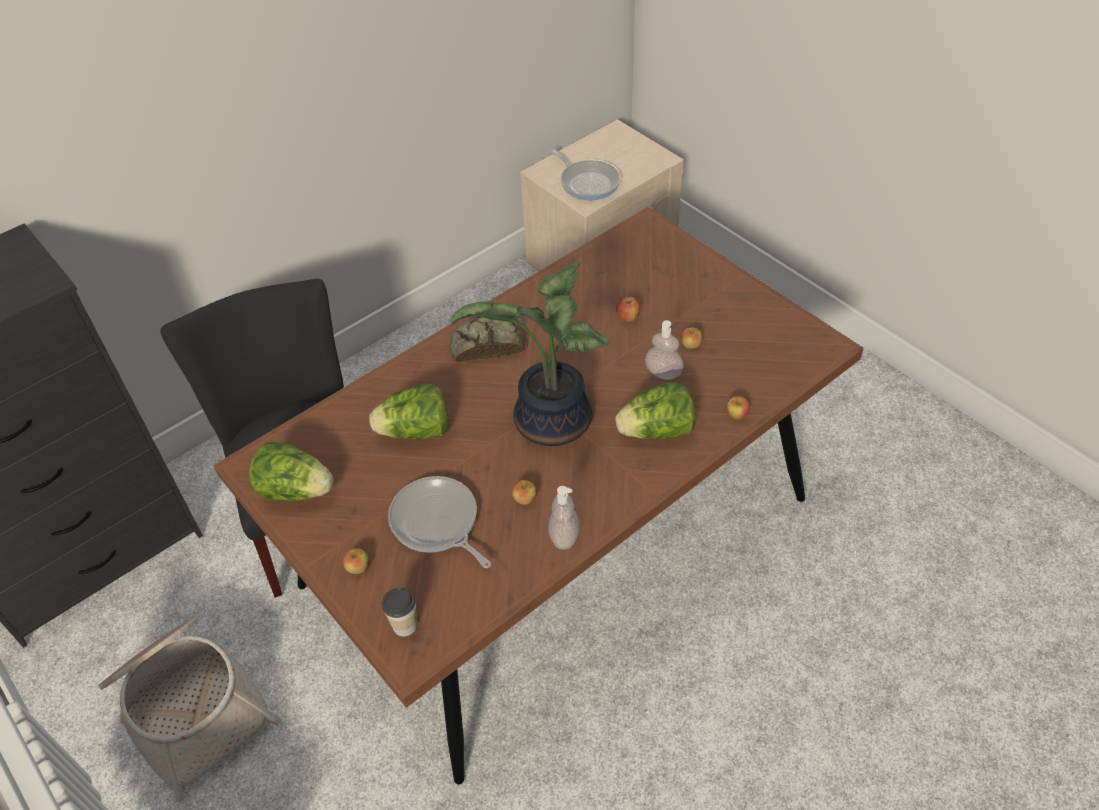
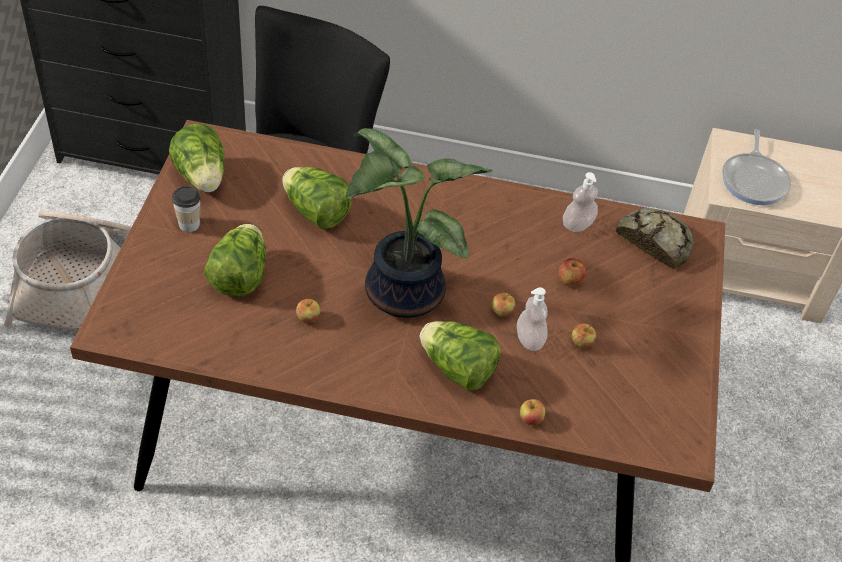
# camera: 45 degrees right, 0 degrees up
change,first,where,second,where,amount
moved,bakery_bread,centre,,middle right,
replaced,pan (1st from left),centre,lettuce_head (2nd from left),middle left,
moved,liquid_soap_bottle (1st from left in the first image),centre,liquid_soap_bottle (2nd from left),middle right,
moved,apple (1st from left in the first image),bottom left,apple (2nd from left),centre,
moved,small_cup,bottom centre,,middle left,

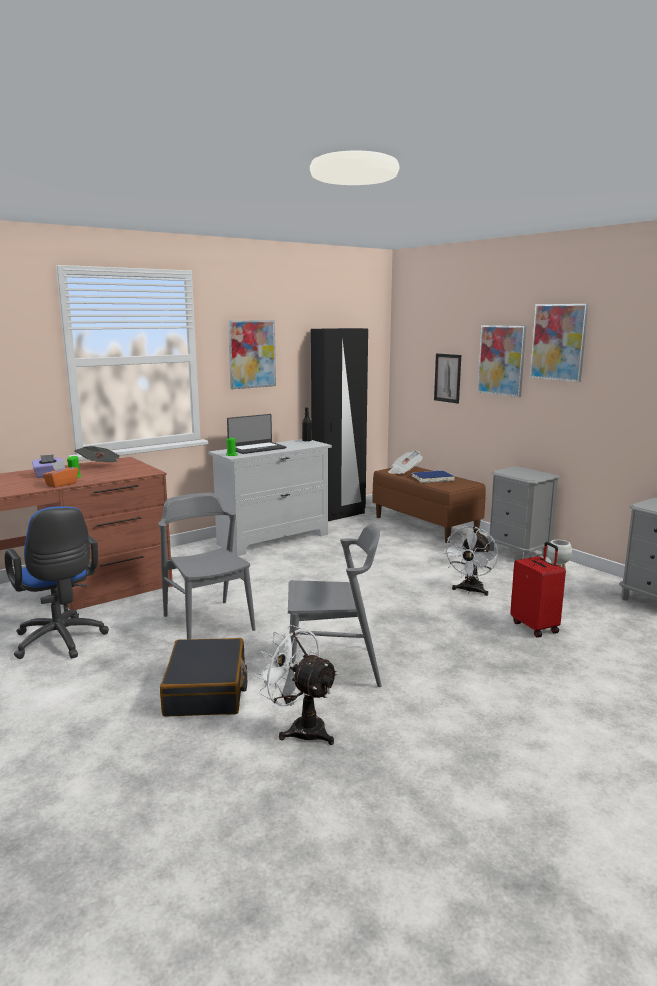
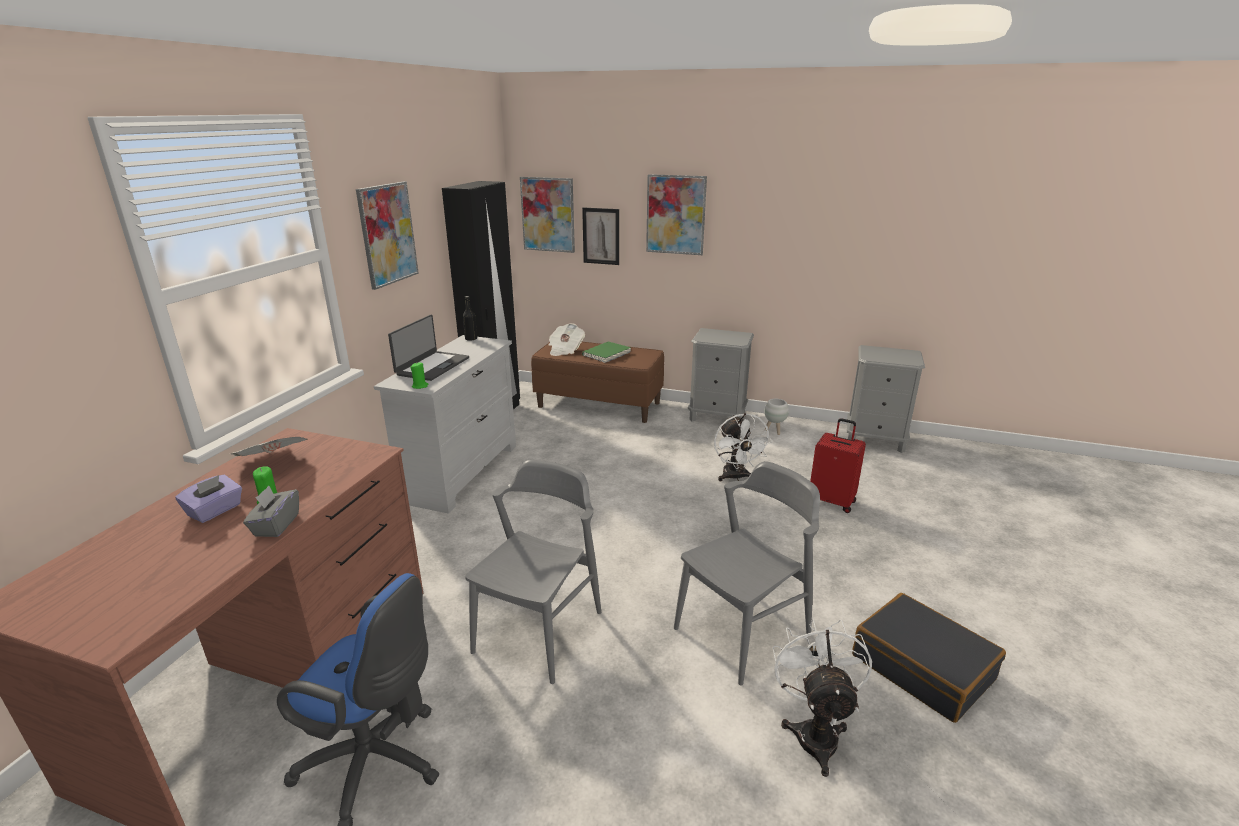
# camera: 35 degrees left, 10 degrees up
change,first,where,second,where,amount
moved,picture (4th from left in the first image),middle right,picture (2nd from left),top centre,
recoloured,orange_box_of_tissues,middle left,gray_box_of_tissues,middle left,
recoloured,bluish_volume,centre,greenish_volume,centre,
turned,gray_plain_chair (1st from left),middle left,,bottom centre,90 degrees clockwise
turned,whitish_electric_fan (1st from left in the first image),bottom centre,whitish_electric_fan (2nd from left),bottom centre,90 degrees clockwise
moved,blackish_suitcase,bottom left,,bottom right,

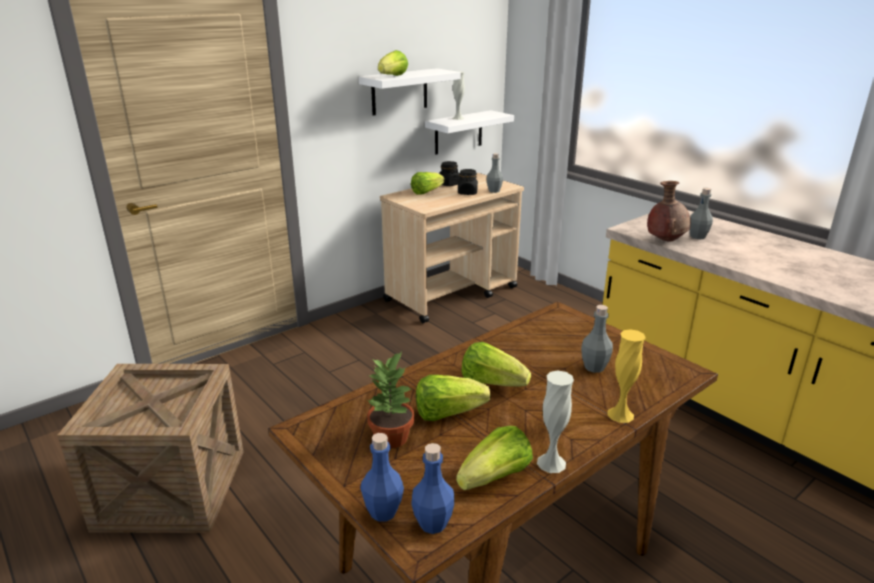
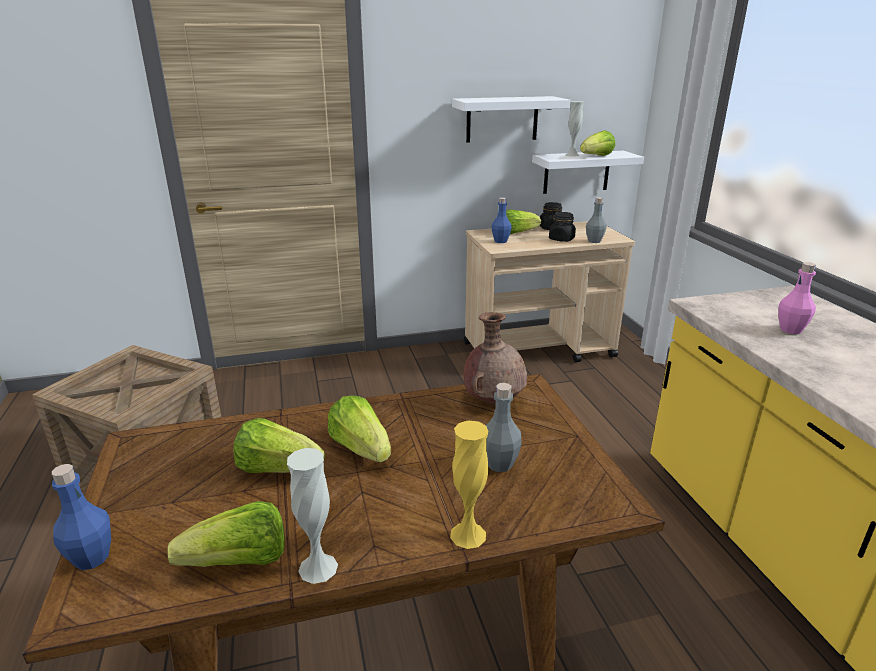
# camera: 25 degrees right, 0 degrees up
change,first,where,second,where,amount
moved,lettuce_head (1st from left in the first image),top centre,lettuce_head (5th from left),top right,
moved,brown-coloured_flower_vase,middle right,,centre,
recoloured,gray_beverage_bottle (3rd from left),middle right,pink_beverage_bottle,middle right,
removed,plant_in_a_pot,bottom centre,,,
moved,bluish_beverage_bottle (2nd from left),bottom centre,,top centre,

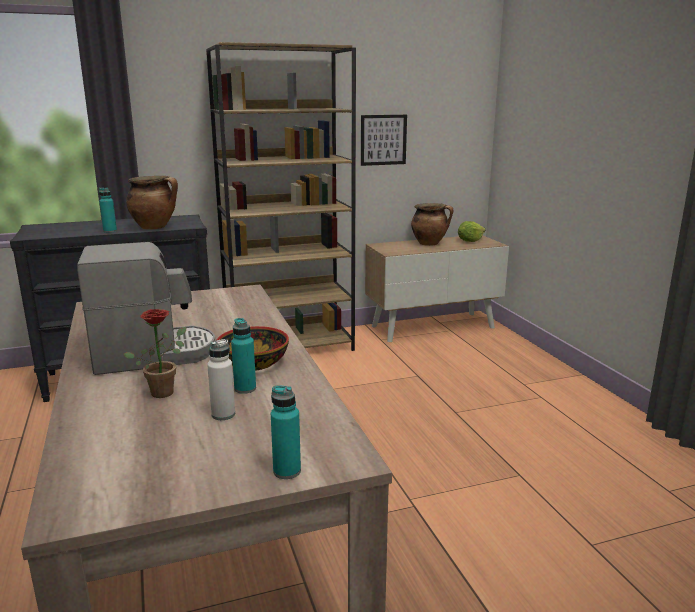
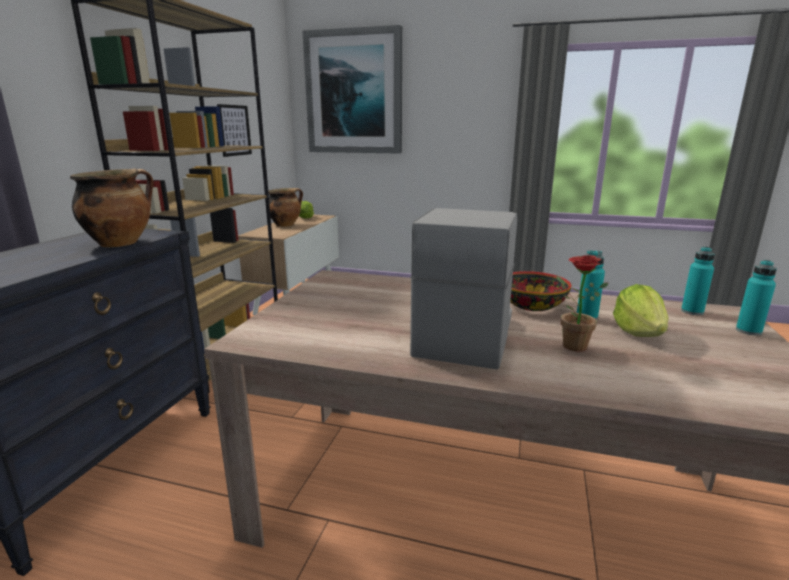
# camera: 55 degrees left, 0 degrees up
change,first,where,second,where,amount
moved,turquoise_beverage_bottle (1st from left in the first image),middle left,turquoise_beverage_bottle (2nd from left),middle right,
replaced,whitish_beverage_bottle,middle left,lettuce_head (2nd from left),middle right,
added,,,picture (2nd from left),top centre,

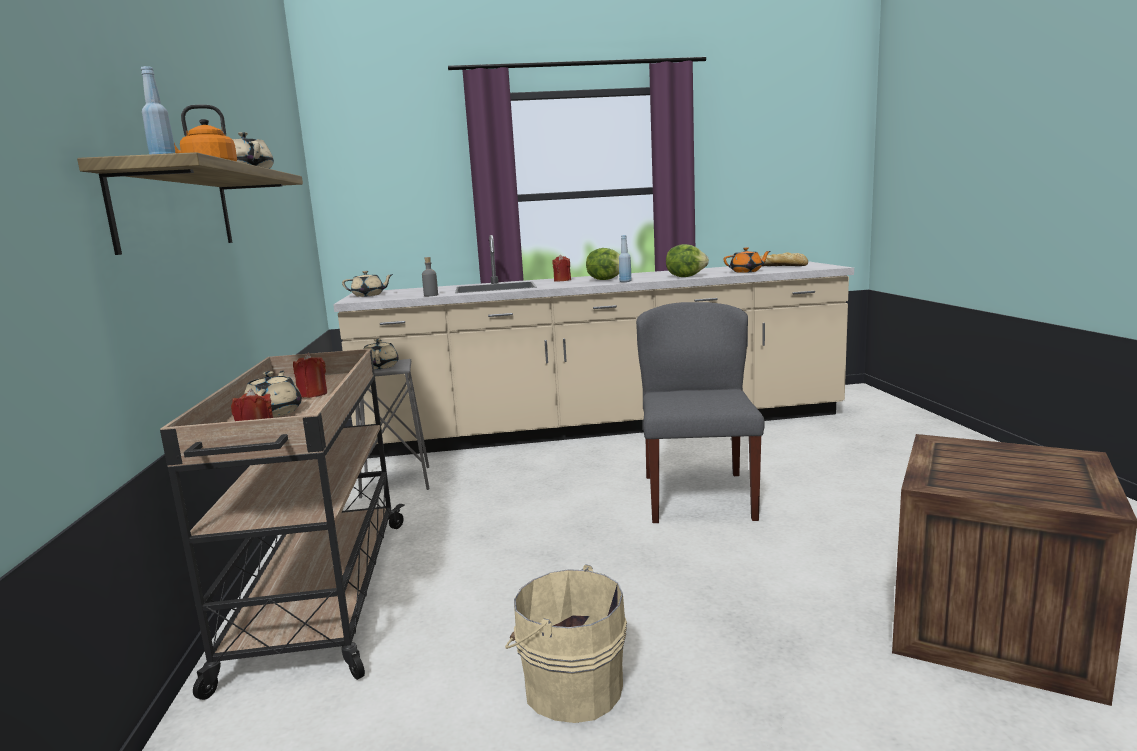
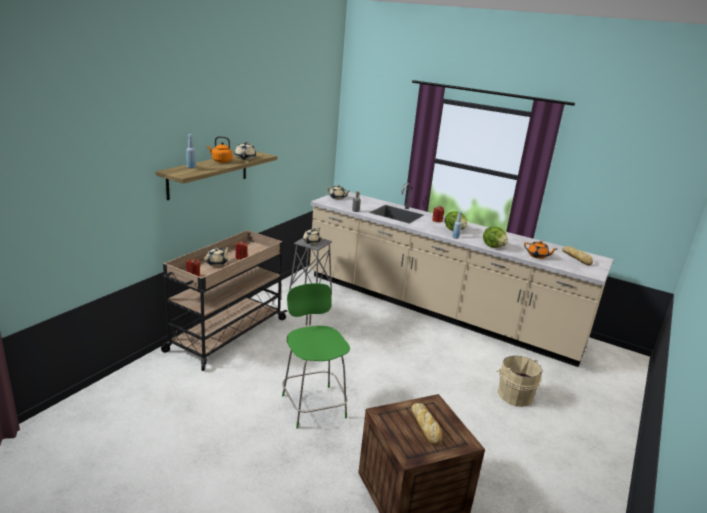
# camera: 35 degrees right, 10 degrees up
change,first,where,second,where,amount
removed,gray_plain_chair,centre,,,
moved,beige-coloured_water_bucket,bottom centre,,bottom right,
added,,,greenish_plain_chair,bottom centre,
added,,,bakery_bread (1st from left),bottom centre,

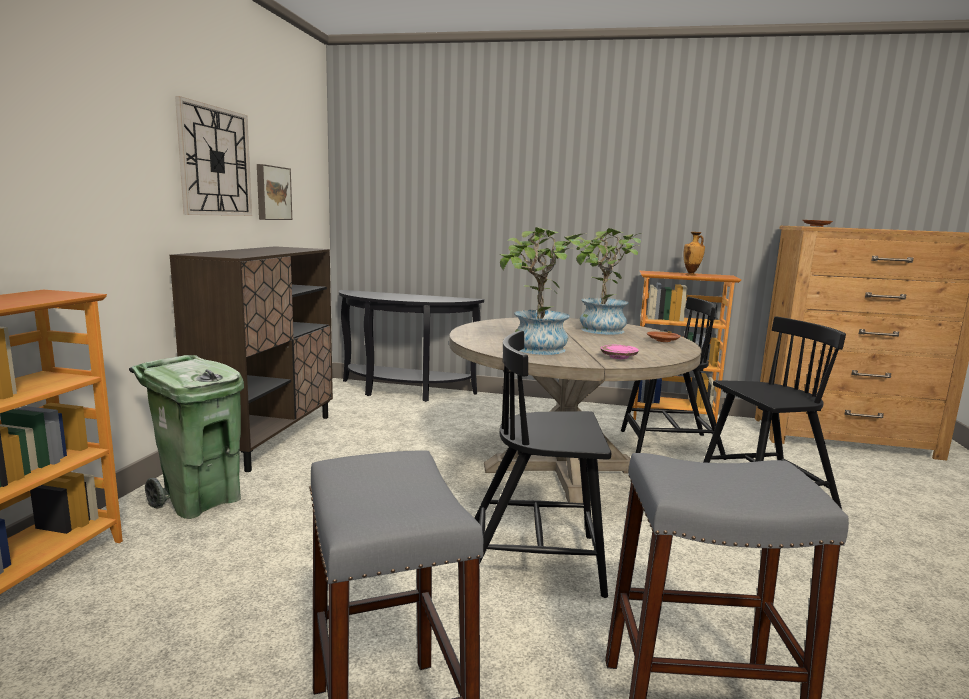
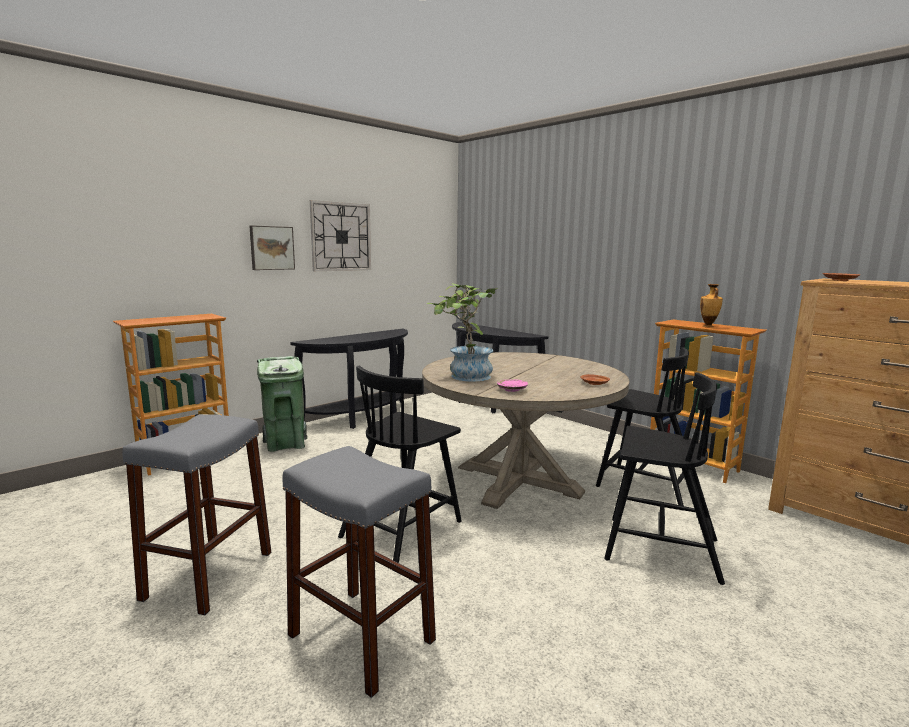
# camera: 35 degrees right, 0 degrees up
change,first,where,second,where,amount
moved,picture,top left,,middle left,
removed,plant_in_a_pot (2nd from left),centre,,,
replaced,brown-coloured_cabinet,middle left,blackish_hall_table (1st from left),centre,
turned,blackish_plain_chair (1st from left),centre,,centre,90 degrees counterclockwise

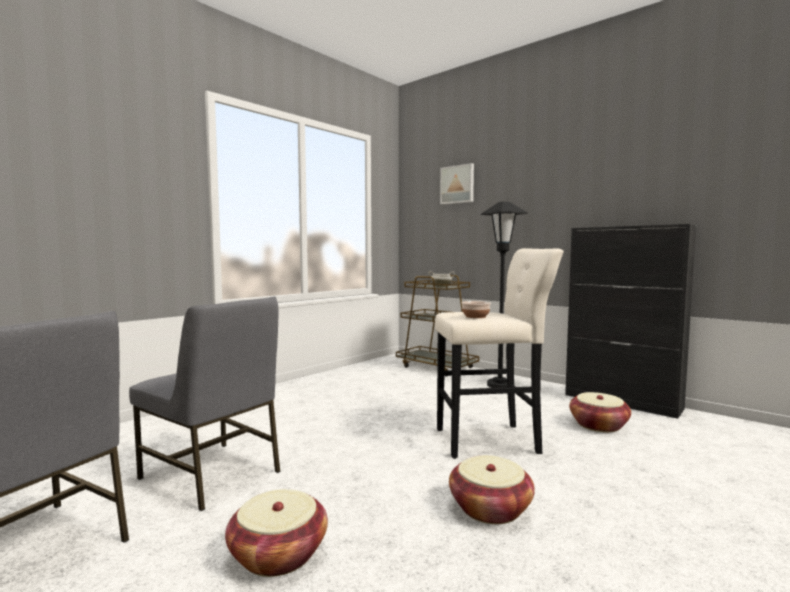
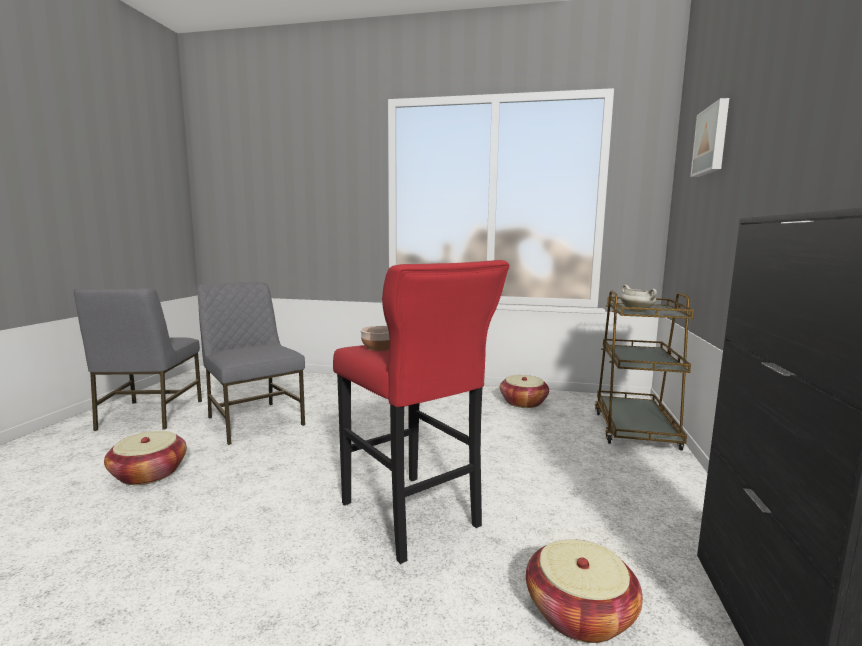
# camera: 60 degrees right, 5 degrees up
change,first,where,second,where,amount
removed,blackish_floor_lamp,centre,,,
recoloured,beige-coloured_stool,centre,red_stool,centre,
turned,gray_plain_chair (2nd from left),bottom left,,middle left,135 degrees clockwise
moved,storage_basket (2nd from left),bottom centre,,centre,

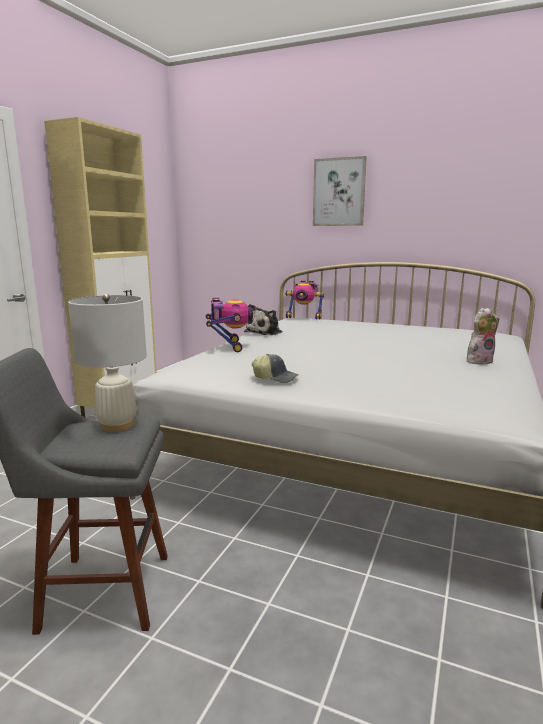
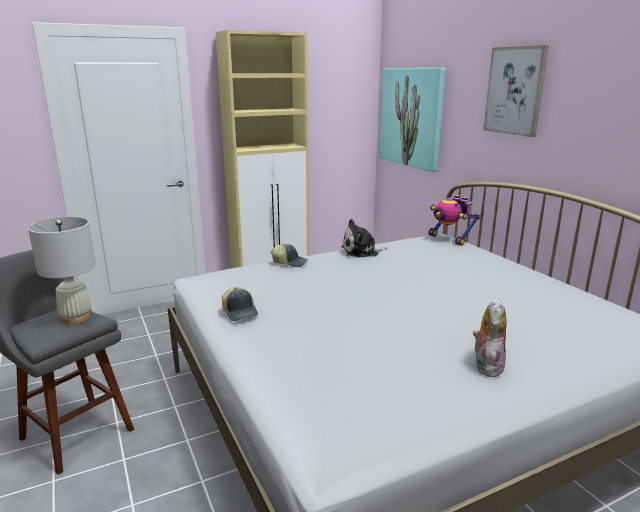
# camera: 40 degrees right, 5 degrees up
change,first,where,second,where,amount
replaced,model_robot (1st from left),centre,peaked_cap (2nd from left),centre,
turned,cuddly_toy (2nd from left),middle right,,middle right,90 degrees counterclockwise
added,,,picture (1st from left),top centre,

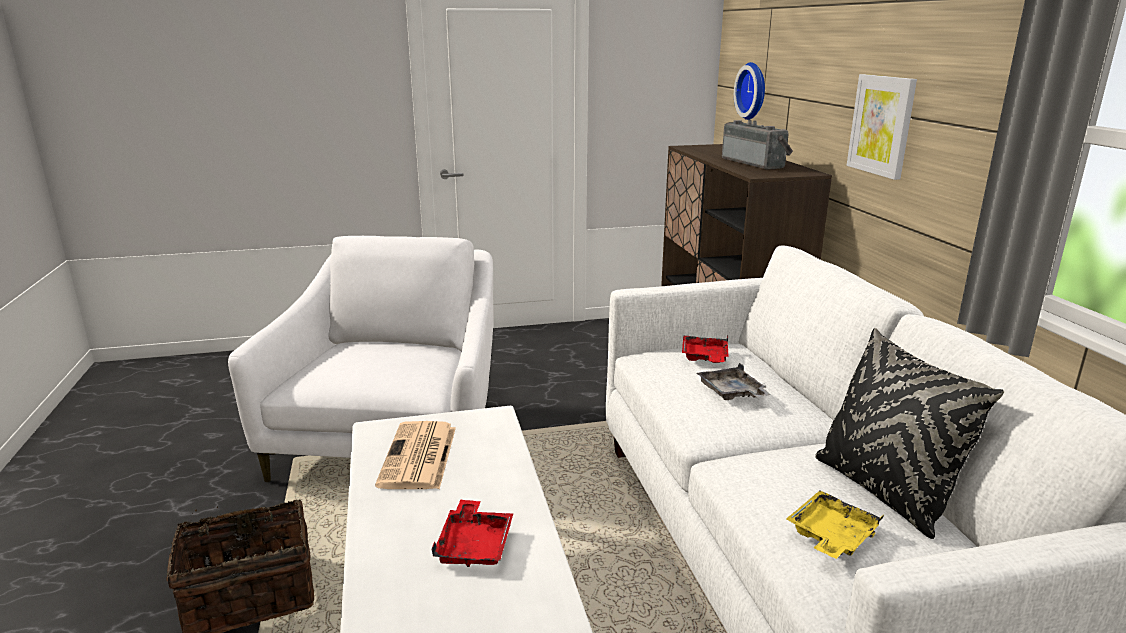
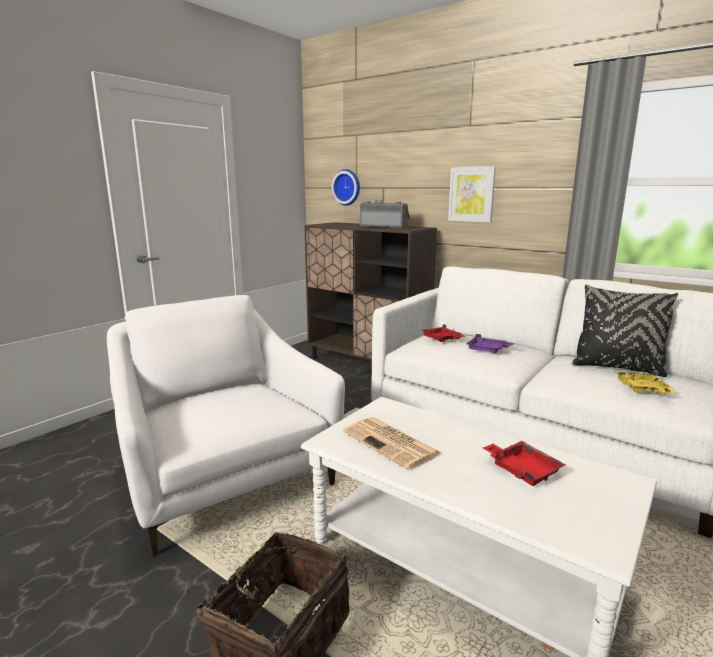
# camera: 40 degrees left, 5 degrees down
change,first,where,second,where,amount
recoloured,gray_tray,centre,purplish_tray,middle right,

